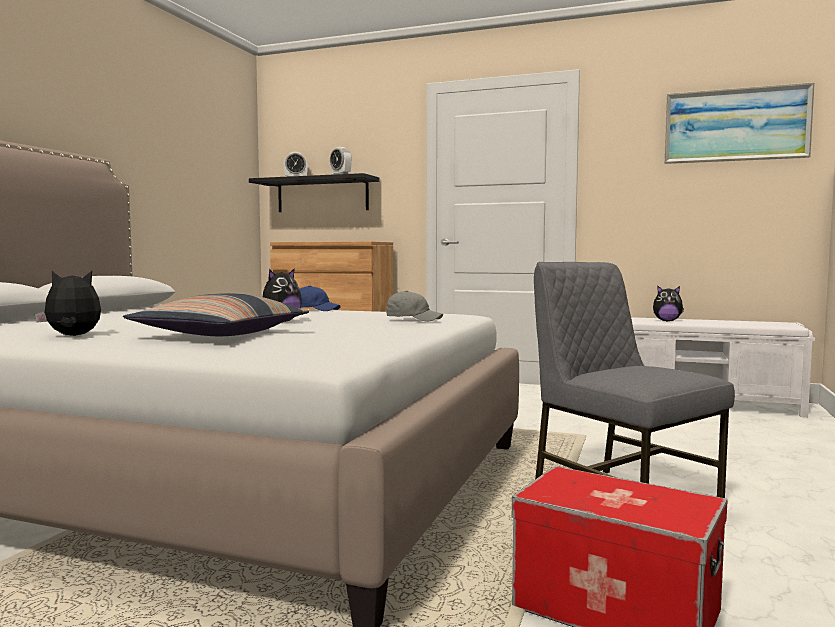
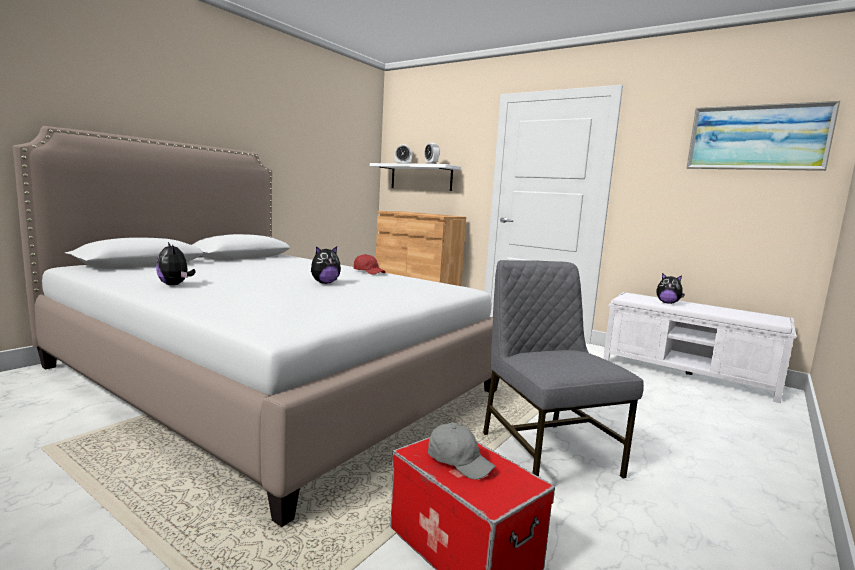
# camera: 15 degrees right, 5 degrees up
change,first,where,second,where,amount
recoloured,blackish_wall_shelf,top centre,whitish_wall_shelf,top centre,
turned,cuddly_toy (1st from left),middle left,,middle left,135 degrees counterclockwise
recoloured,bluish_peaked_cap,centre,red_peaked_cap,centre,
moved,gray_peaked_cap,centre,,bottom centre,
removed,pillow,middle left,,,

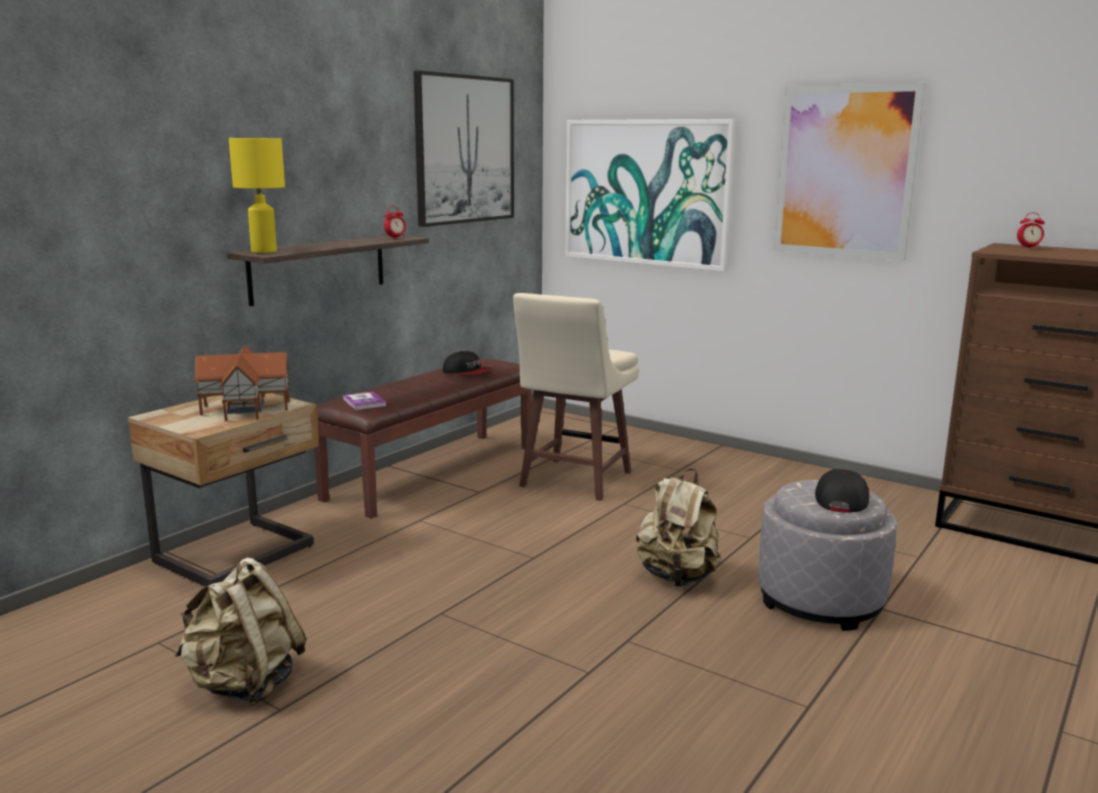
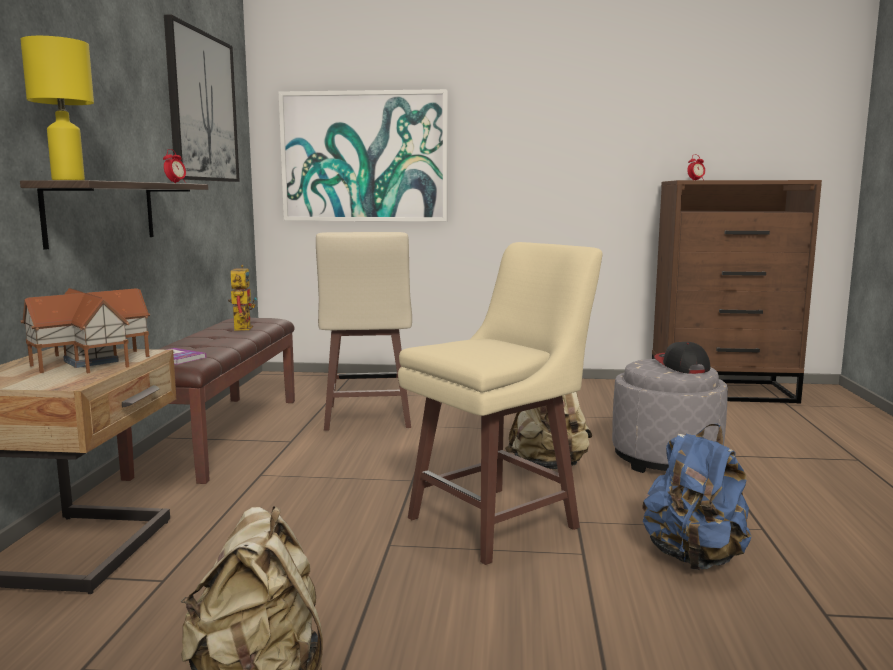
# camera: 30 degrees left, 5 degrees down
change,first,where,second,where,amount
removed,picture (3rd from left),top right,,,
replaced,peaked_cap (1st from left),centre,model_robot,middle left,
added,,,beige-coloured_stool (2nd from left),centre,
added,,,bluish_backpack,bottom right,

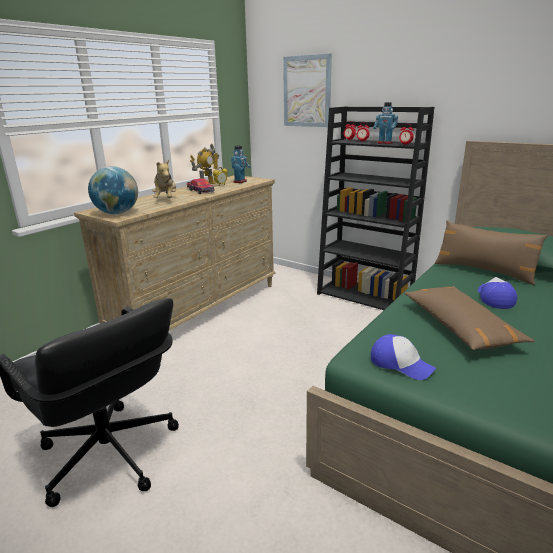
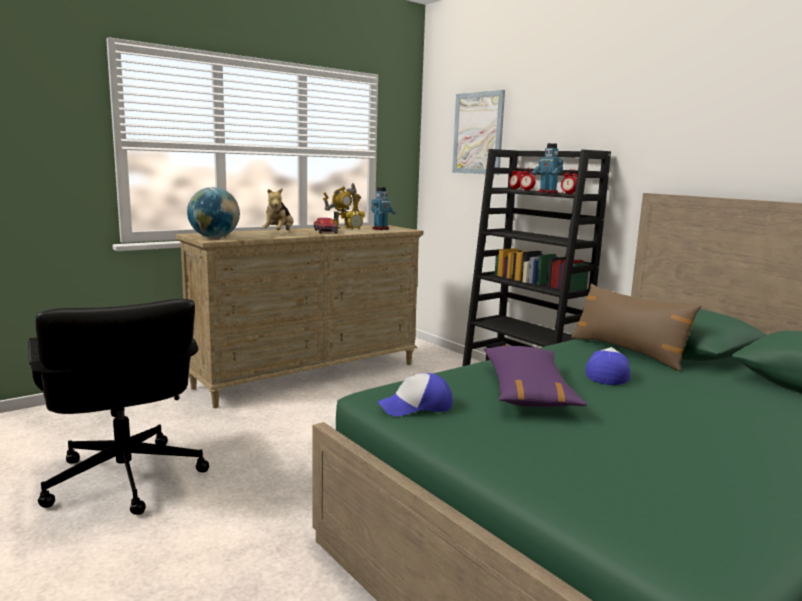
# camera: 15 degrees right, 10 degrees down
change,first,where,second,where,amount
recoloured,brown-coloured_pillow (1st from left),middle right,purplish_pillow,middle right,
turned,peaked_cap (1st from left),middle right,,centre,105 degrees clockwise

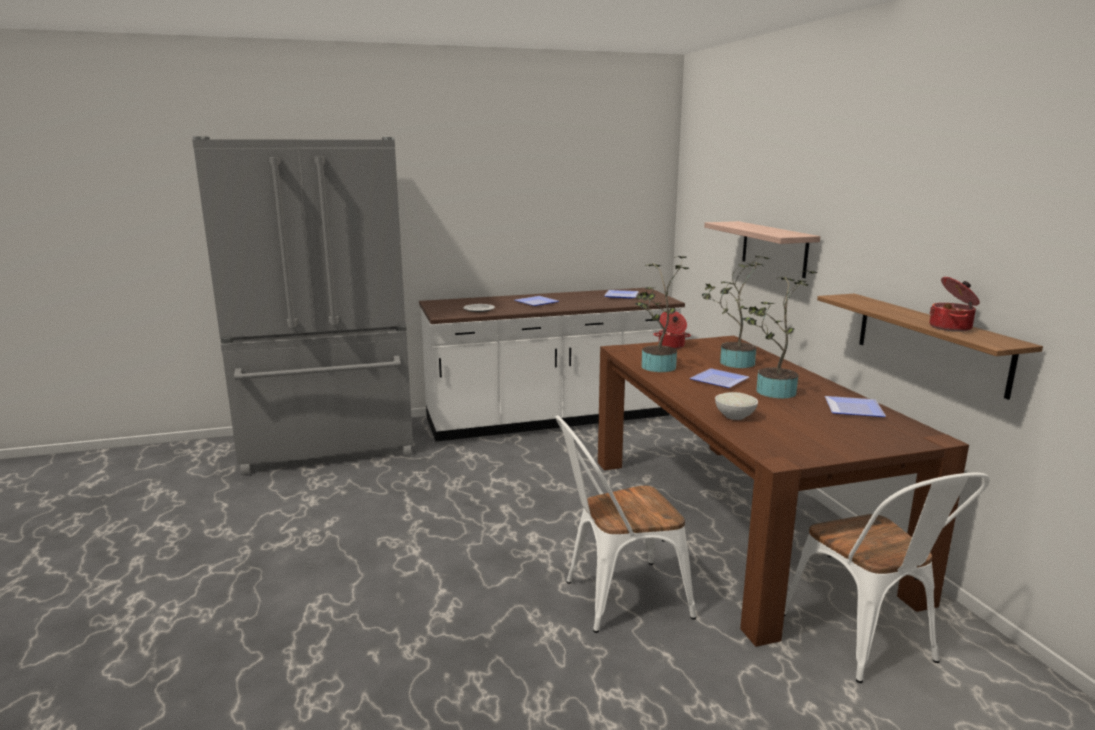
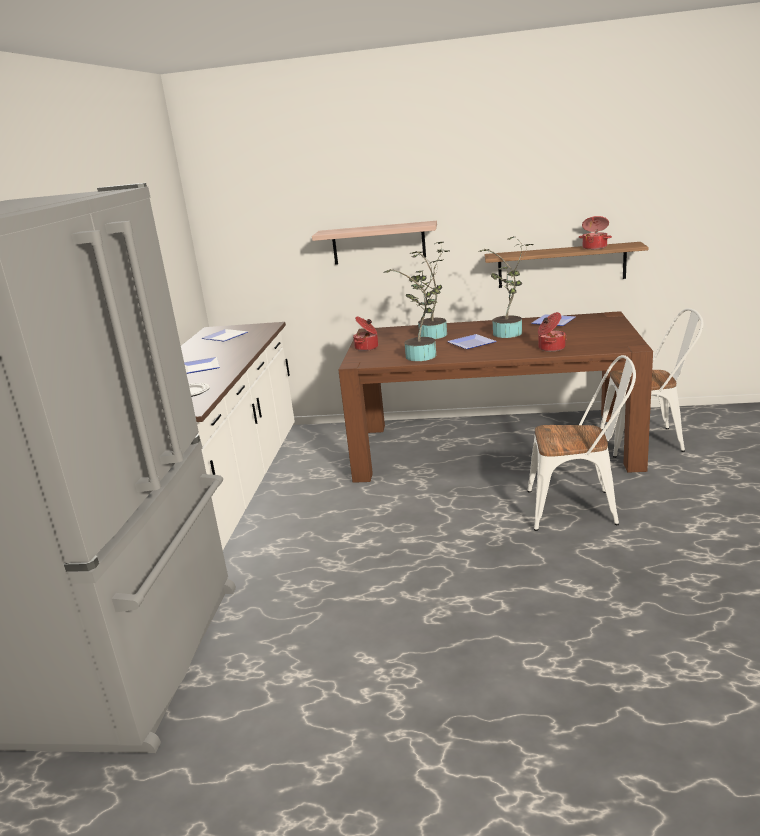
# camera: 65 degrees left, 5 degrees up
change,first,where,second,where,amount
replaced,whitish_bowl,middle right,cooking_pot (2nd from left),middle right,
turned,whitish_plain_chair (1st from left),bottom centre,,middle right,90 degrees counterclockwise

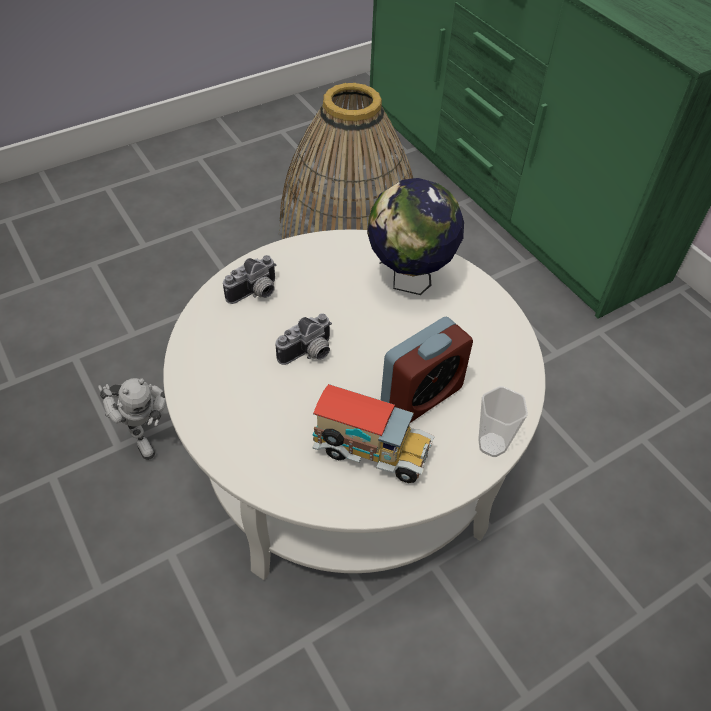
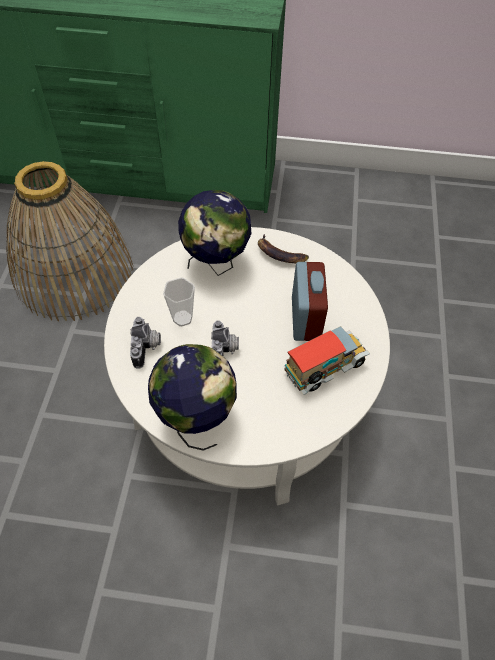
# camera: 50 degrees left, 5 degrees up
change,first,where,second,where,amount
removed,model_robot,middle left,,,
moved,small_cup,middle right,,centre,
added,,,banana,centre,
added,,,world_globe (1st from left),centre,

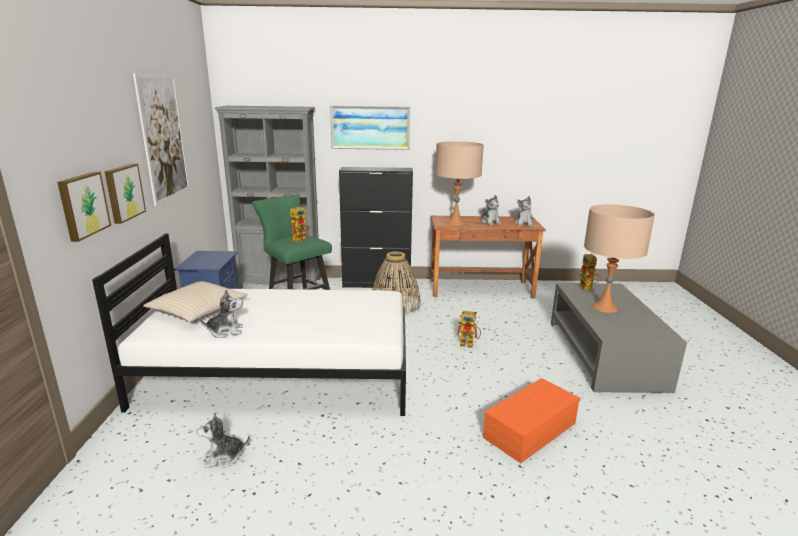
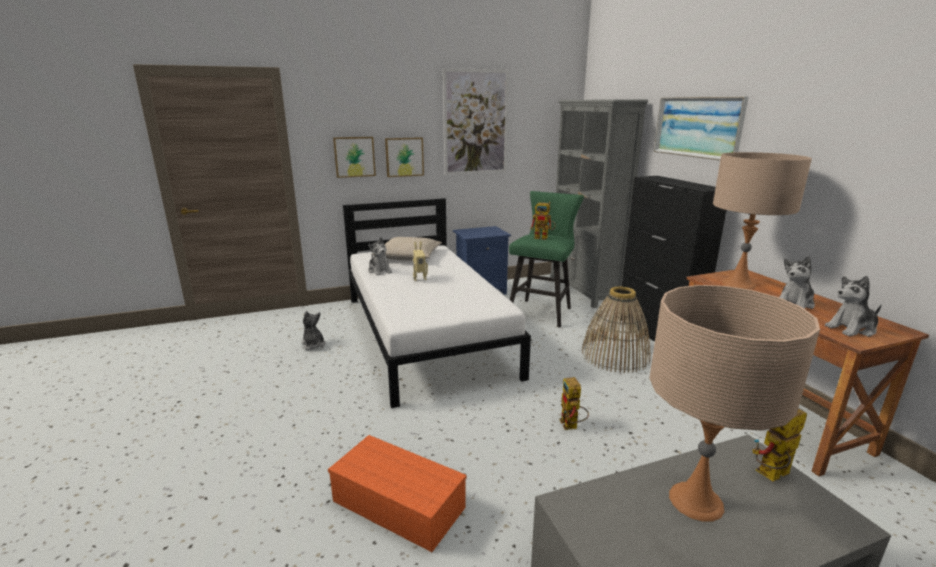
# camera: 70 degrees right, 0 degrees up
change,first,where,second,where,amount
added,,,model_robot (1st from left),centre,

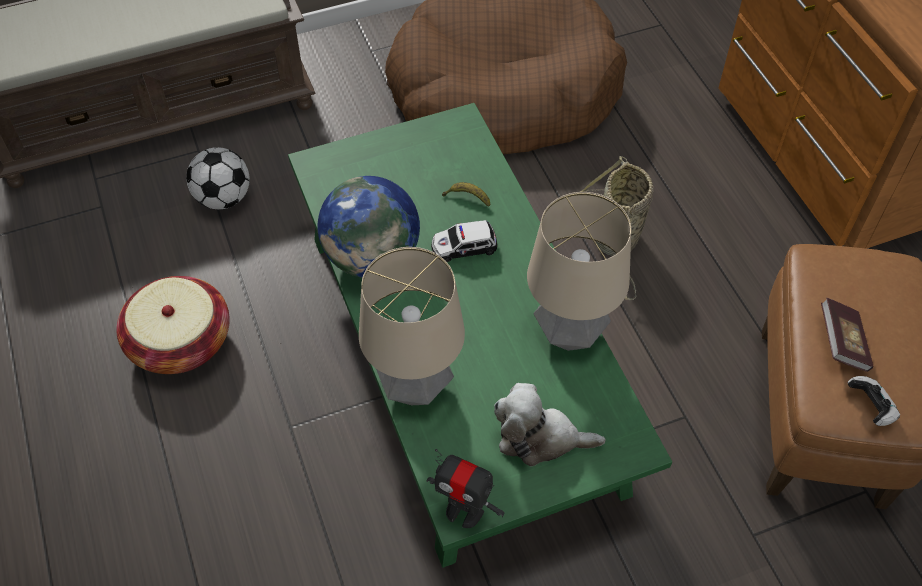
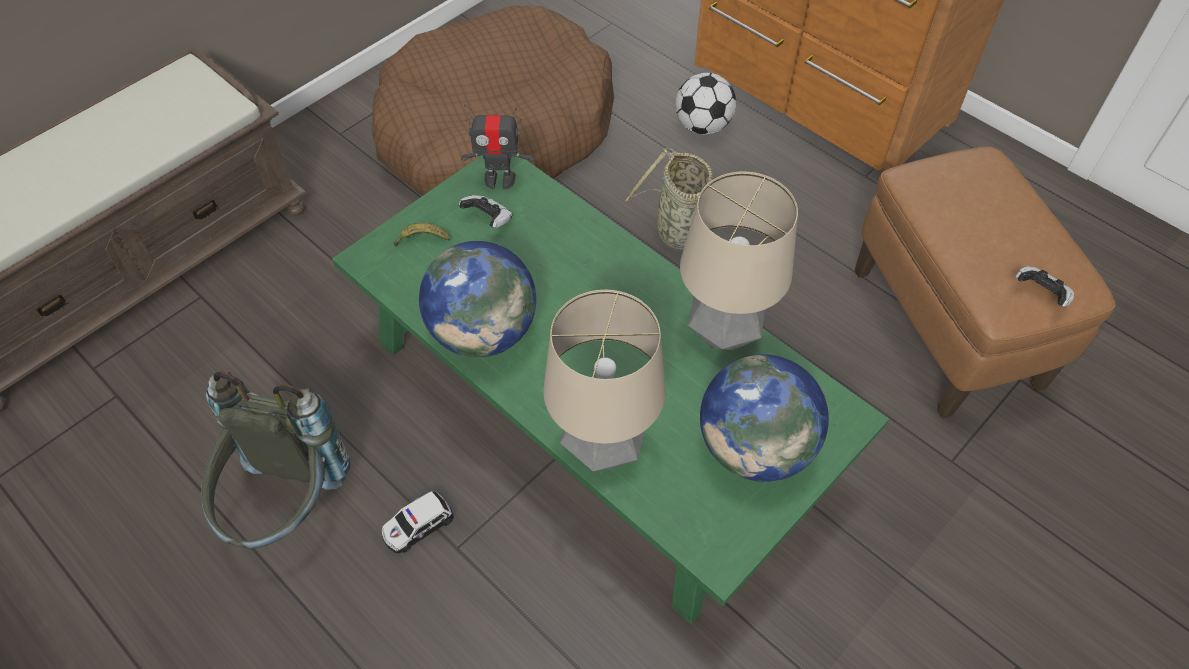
# camera: 25 degrees left, 0 degrees up
change,first,where,second,where,amount
moved,football,top left,,top centre,
moved,banana,top centre,,centre,
moved,model_car,centre,,bottom centre,
replaced,storage_basket (1st from left),middle left,gray_backpack,bottom left,
removed,volume,middle right,,,
replaced,cuddly_toy,bottom centre,world_globe (2nd from left),centre,
moved,model_robot,bottom centre,,top centre,
added,,,joypad (1st from left),top centre,

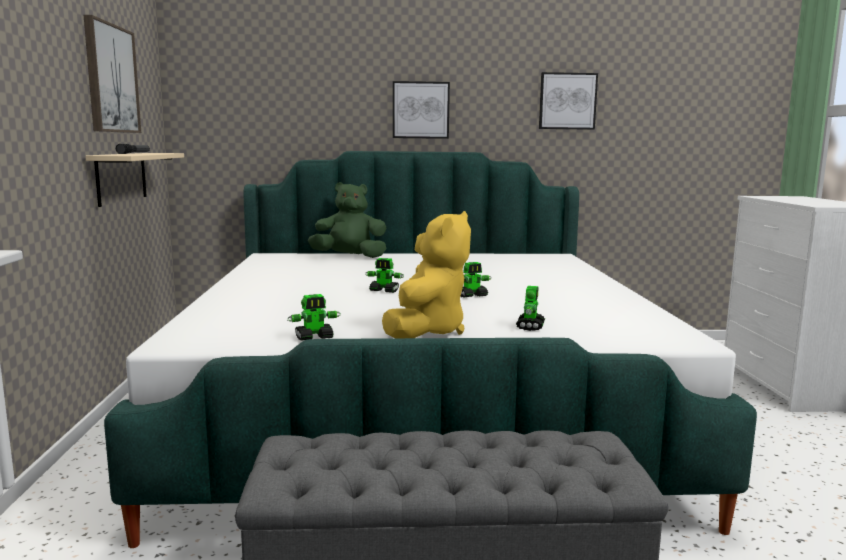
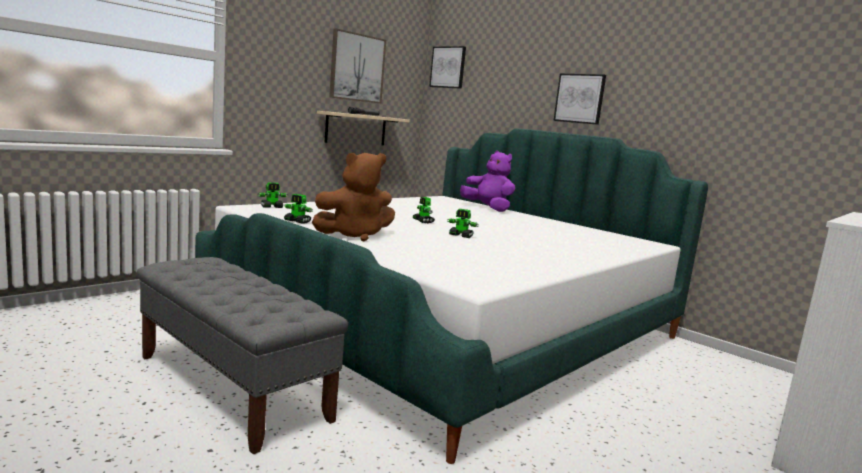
# camera: 45 degrees right, 0 degrees up
change,first,where,second,where,amount
moved,picture (3rd from left in the first image),top right,picture (2nd from left),top centre,
recoloured,greenish_cuddly_toy,centre,purplish_cuddly_toy,centre,
recoloured,yellow-coloured_cuddly_toy,centre,brown-coloured_cuddly_toy,centre,
moved,model_robot (4th from left in the first image),centre,model_robot (1st from left),middle left,

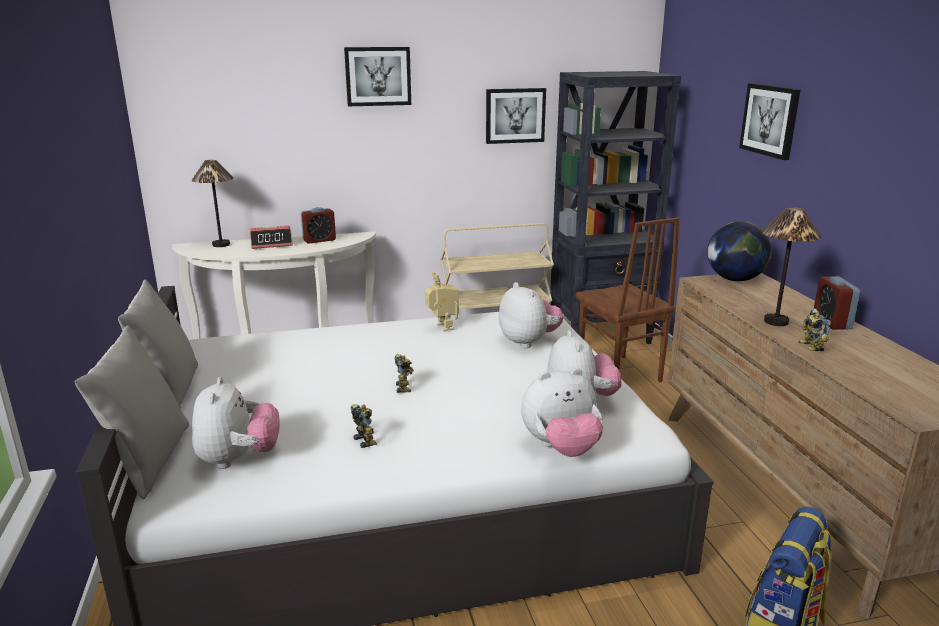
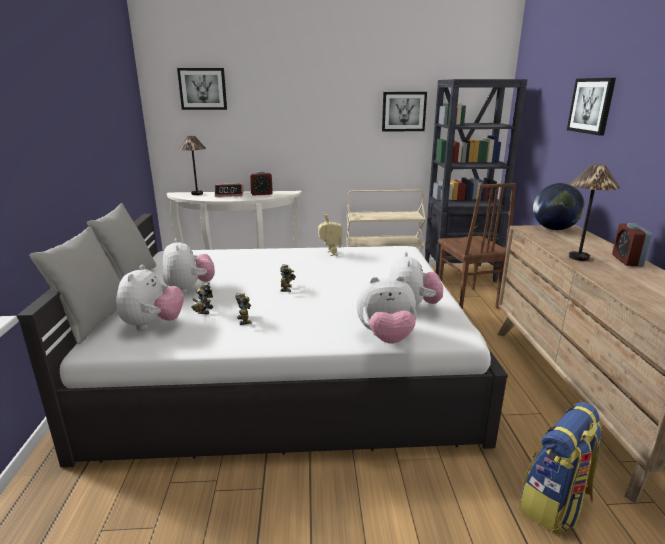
# camera: 10 degrees right, 0 degrees up
change,first,where,second,where,amount
moved,picture (1st from left),top centre,,top left,
moved,cuddly_toy (2nd from left),centre,,middle left,
moved,model_robot (4th from left in the first image),middle right,model_robot (1st from left),middle left,

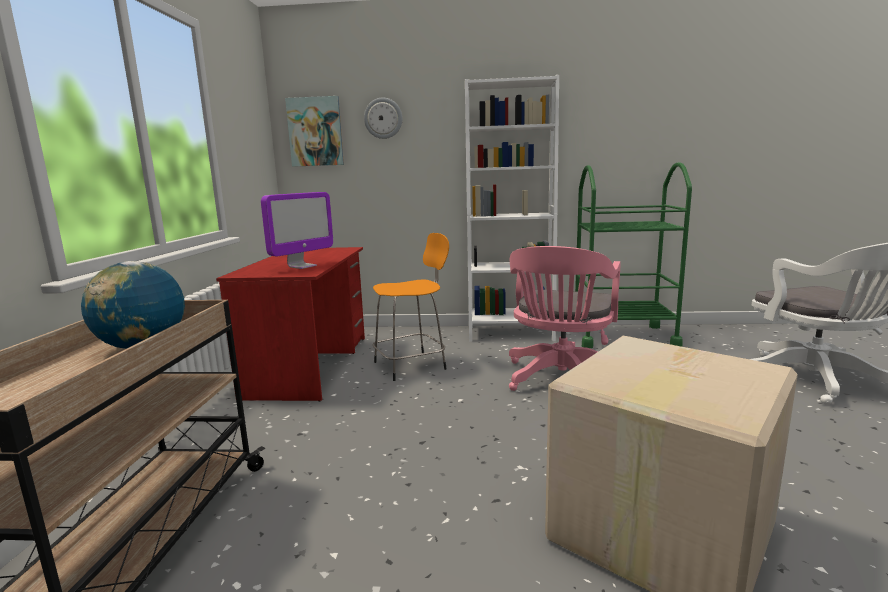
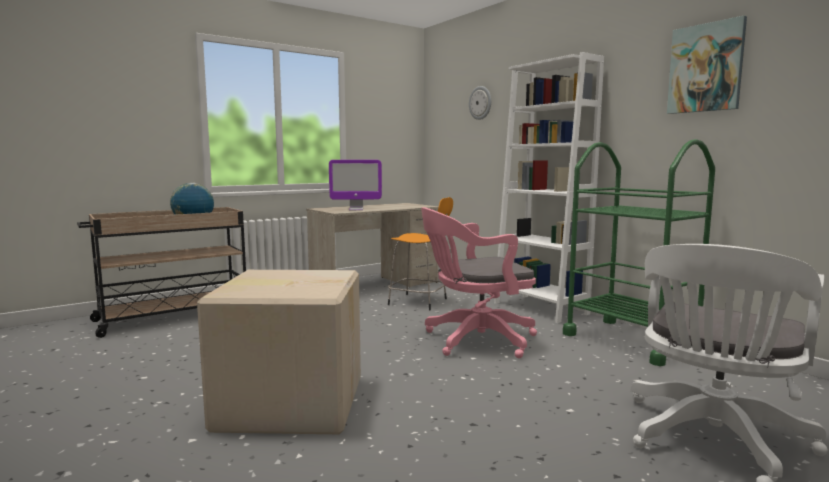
# camera: 50 degrees right, 5 degrees down
change,first,where,second,where,amount
moved,picture,top centre,,top right,
recoloured,red_desk_unit,middle left,beige-coloured_desk_unit,centre,

